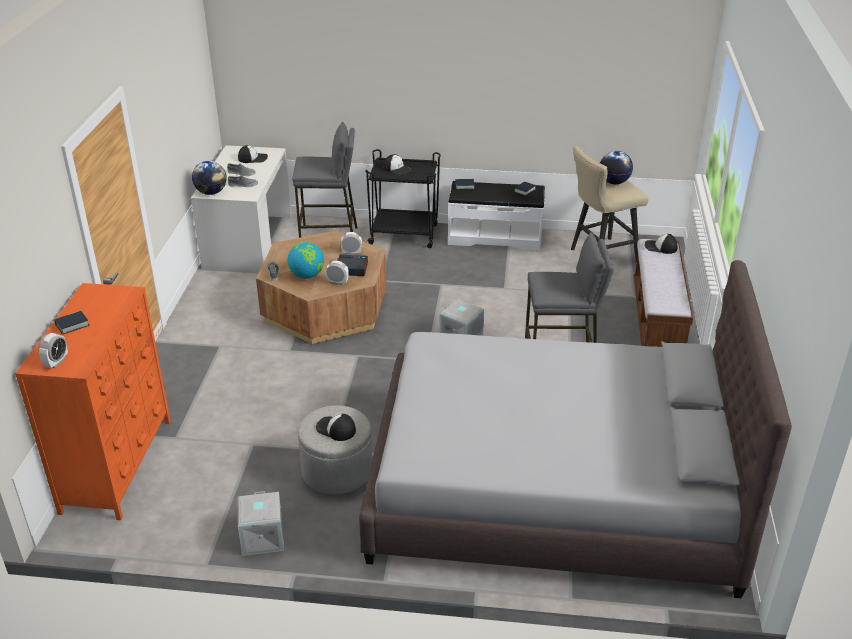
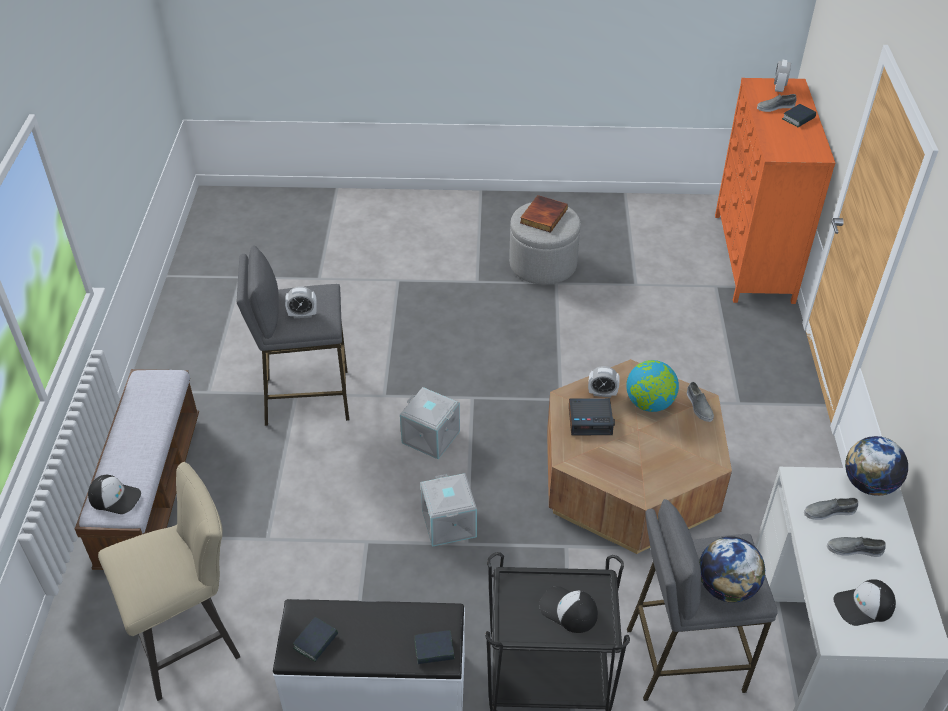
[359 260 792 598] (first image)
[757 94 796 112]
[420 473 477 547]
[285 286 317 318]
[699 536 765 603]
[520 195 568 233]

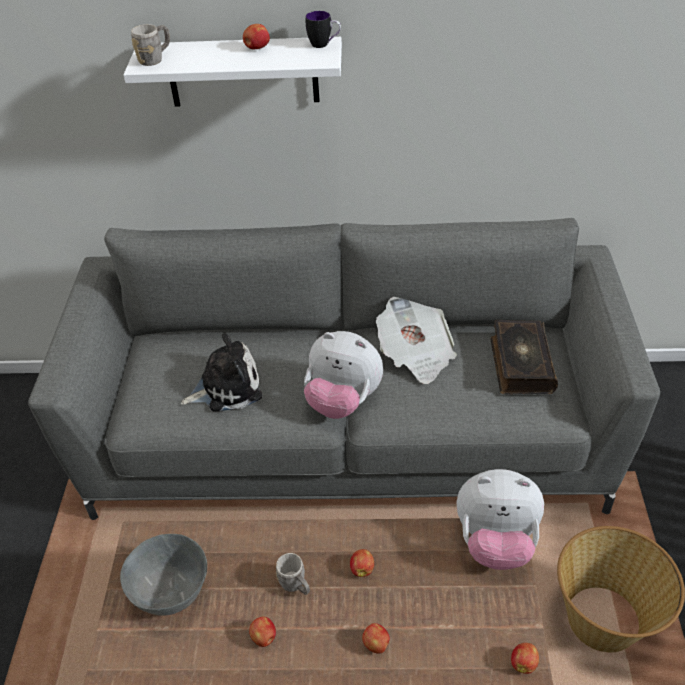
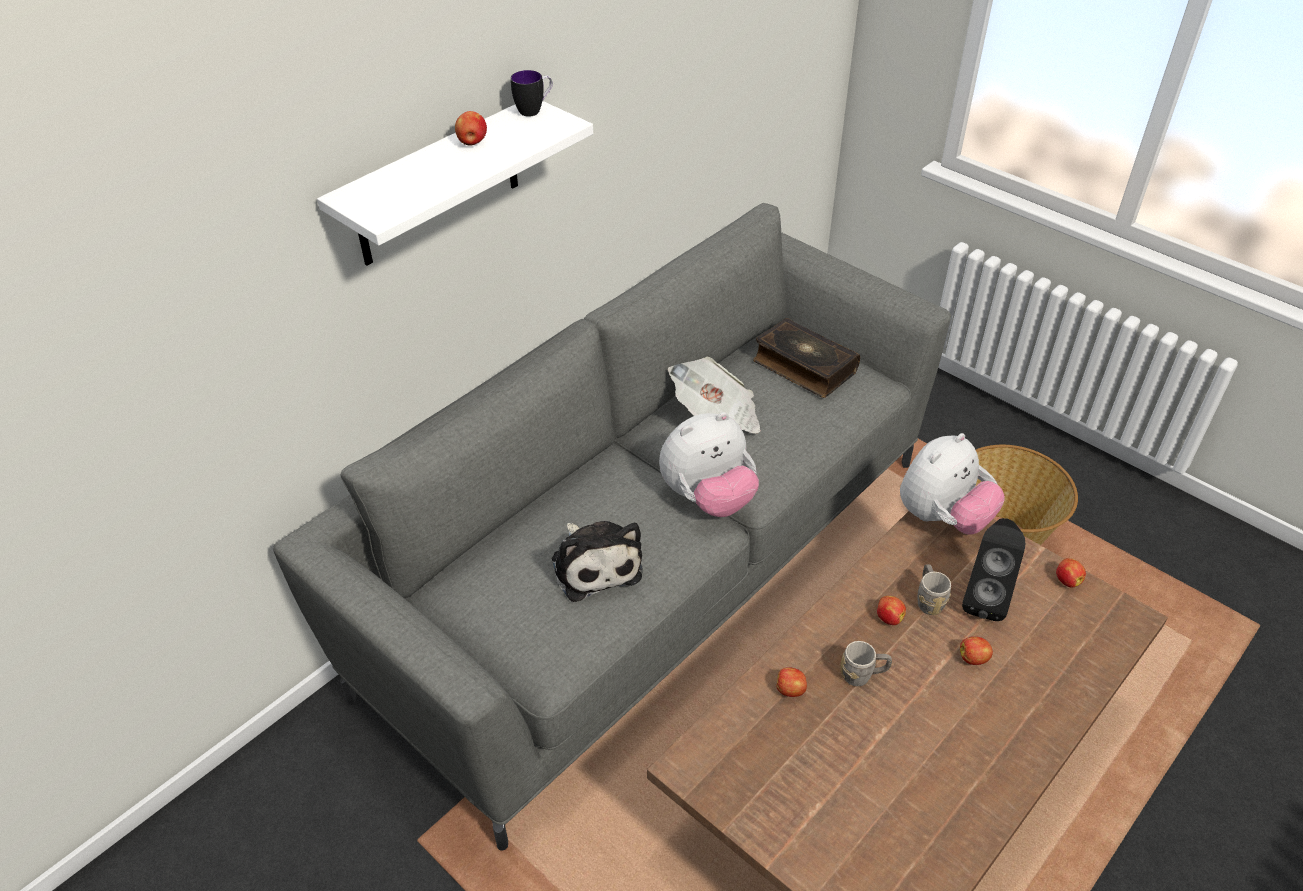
[120 534 207 616] (first image)
[962 518 1025 621]
[917 564 951 615]
[776 667 807 697]
[552 521 643 602]

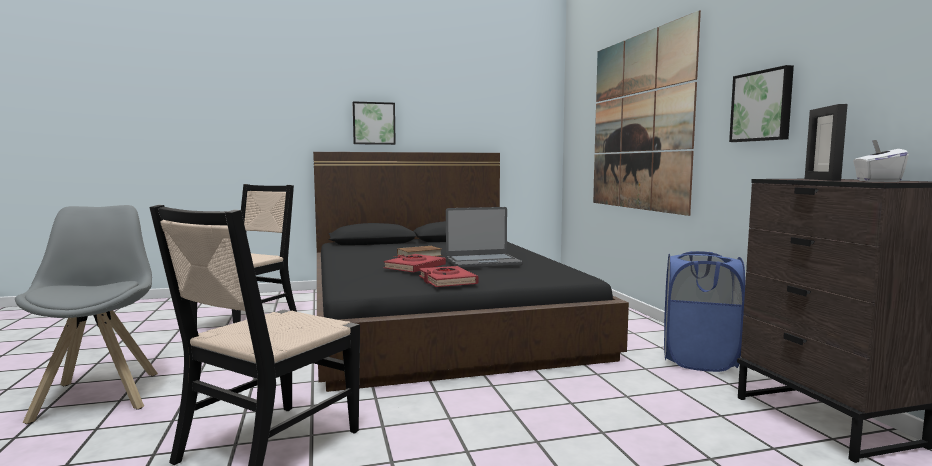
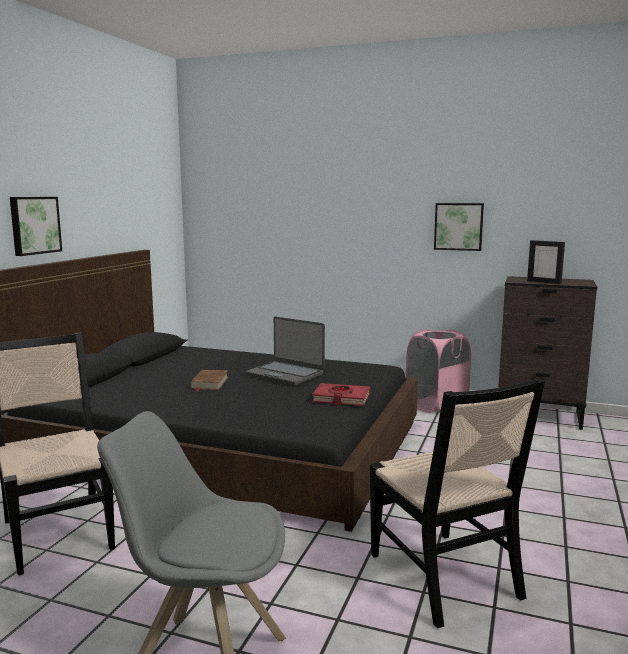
[384 254 446 272] (first image)
[593 10 701 216] (first image)
[853 140 909 182] (first image)
[406 329 471 413]
[245 317 325 385]

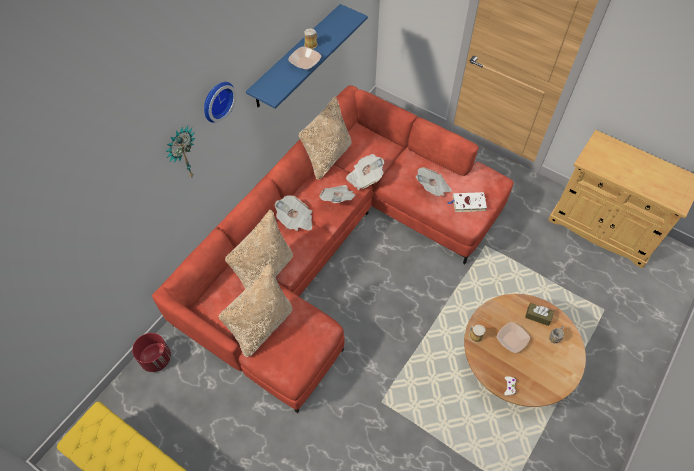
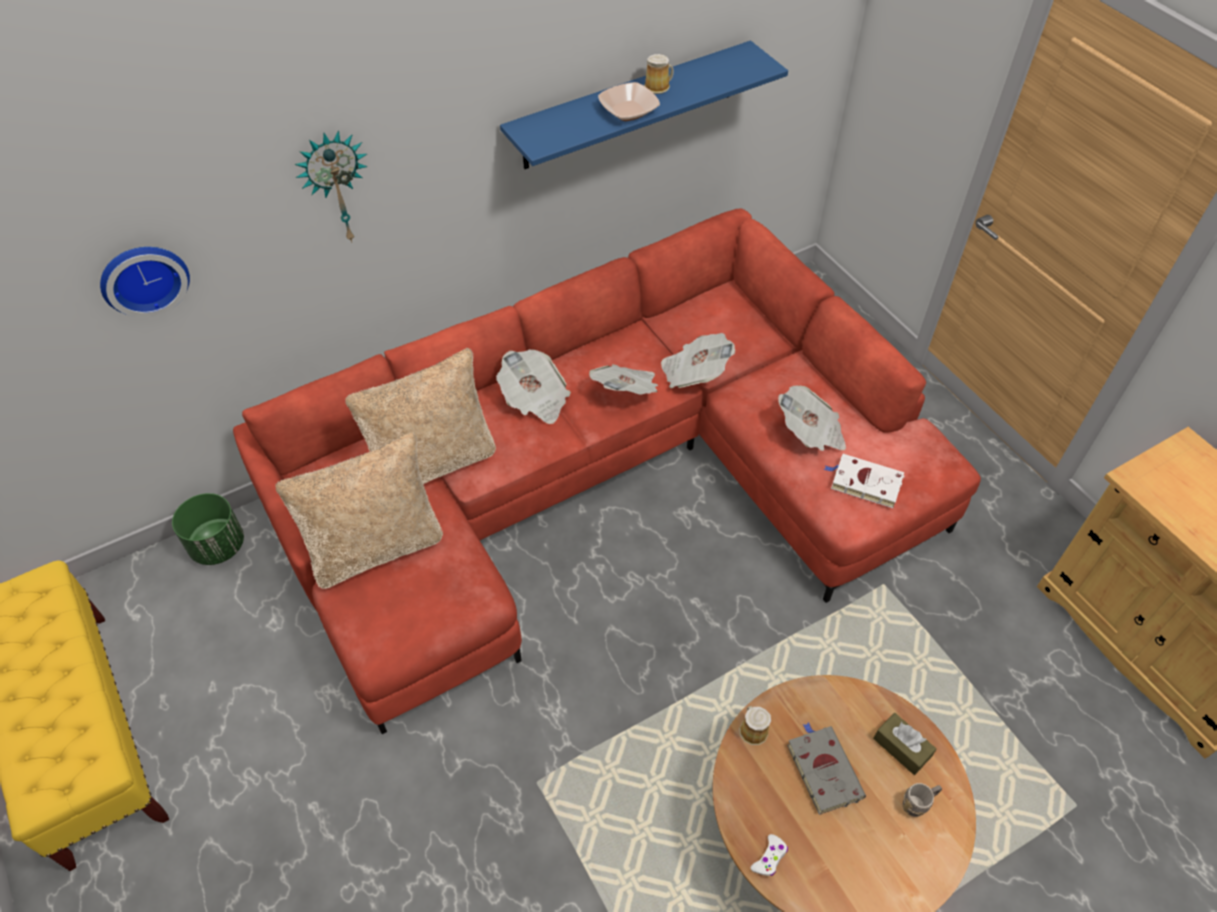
[298 96 352 180] (first image)
[100 247 190 318]
[787 722 866 815]
[172 493 244 565]

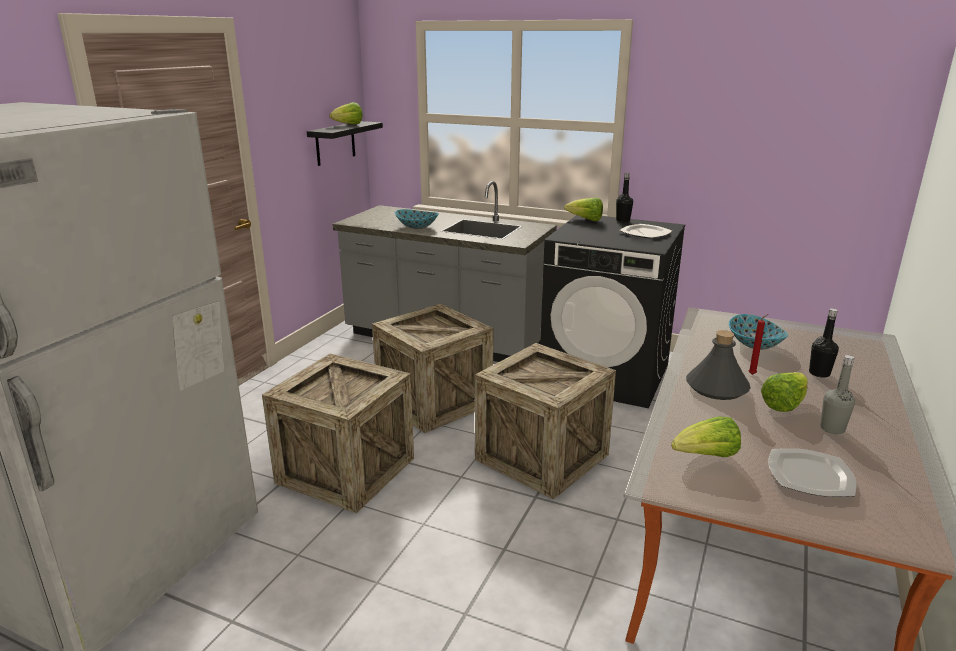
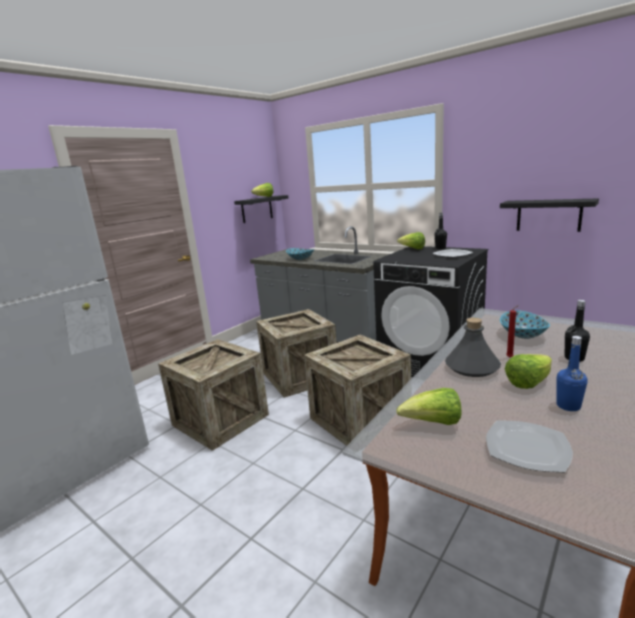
[500 198 599 232]
[556 336 588 411]

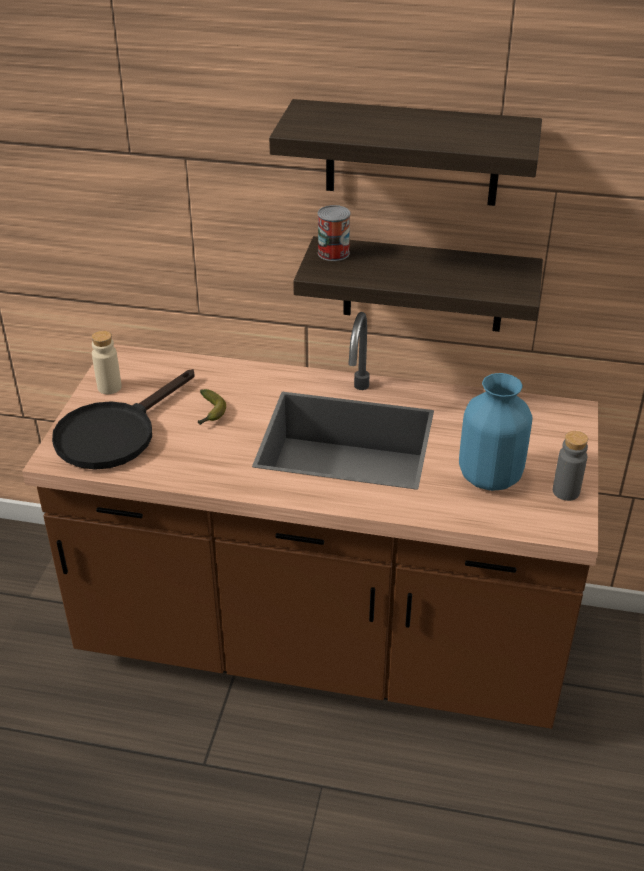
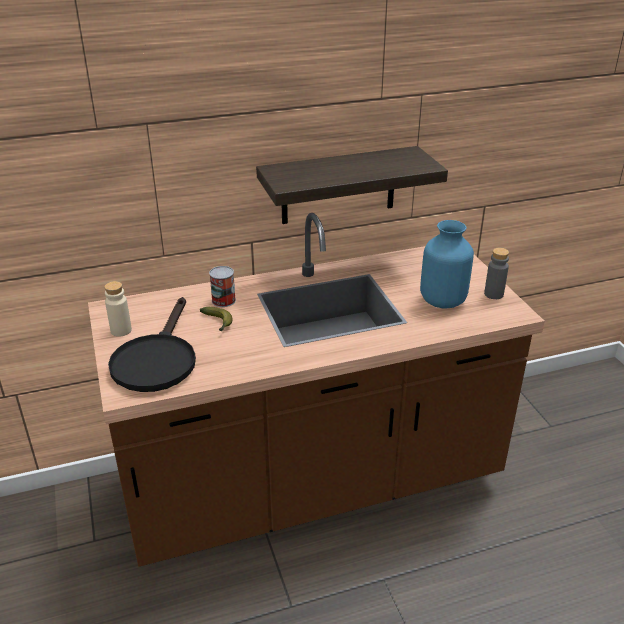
[269 99 542 206] (first image)
[209 266 236 307]

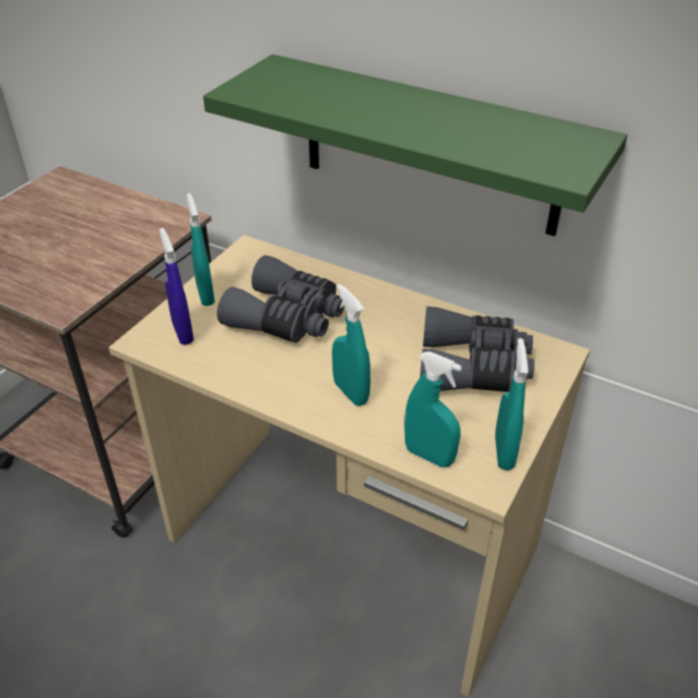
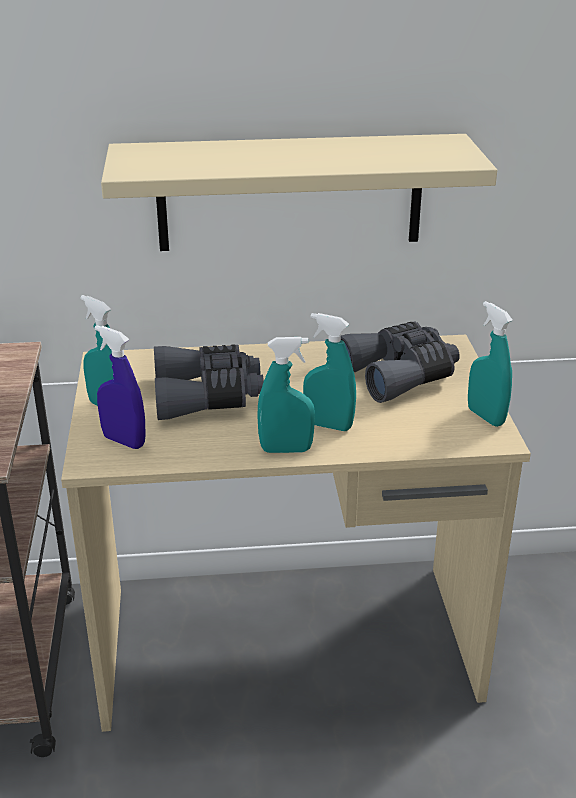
[257 337 315 453]
[101 134 497 251]

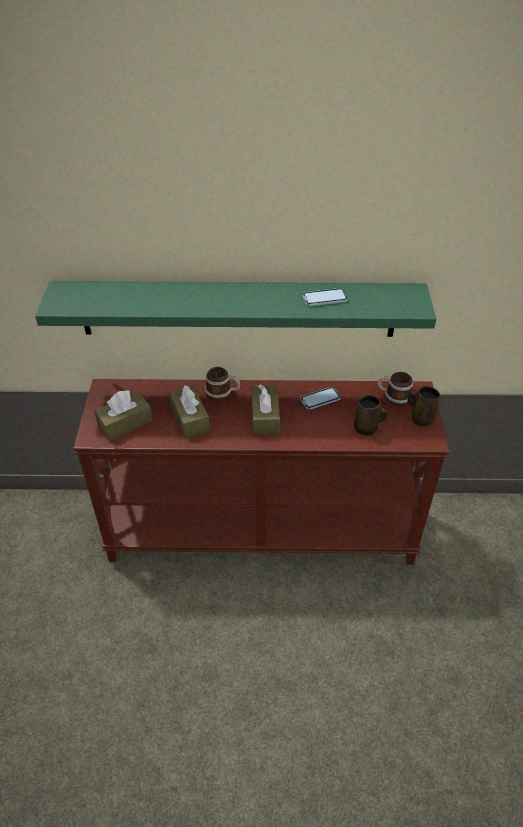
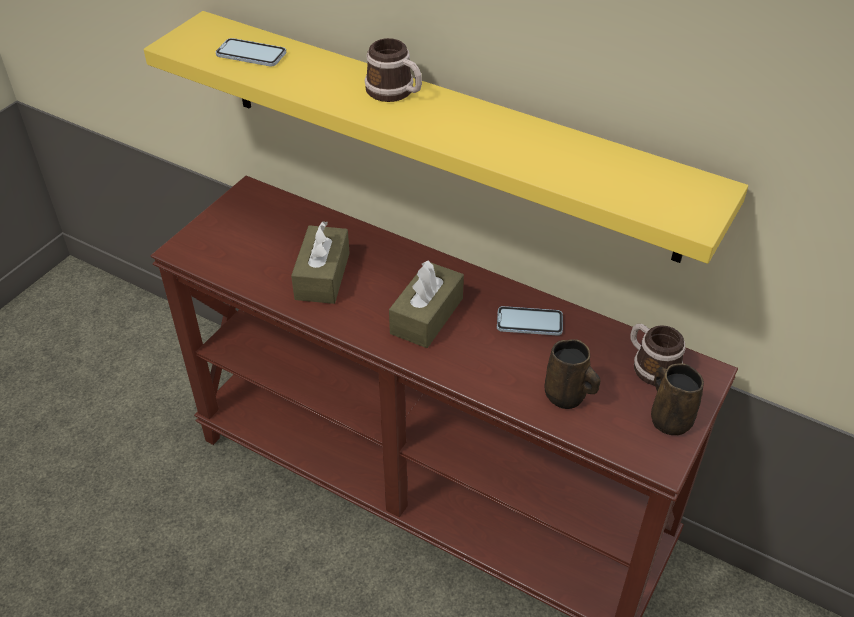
[94 391 153 441] (first image)
[365 38 422 102]
[216 38 286 66]
[144 11 748 264]

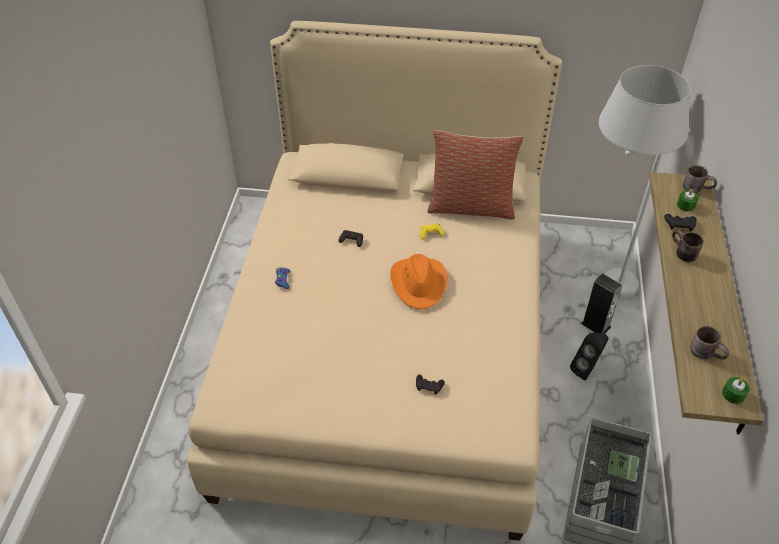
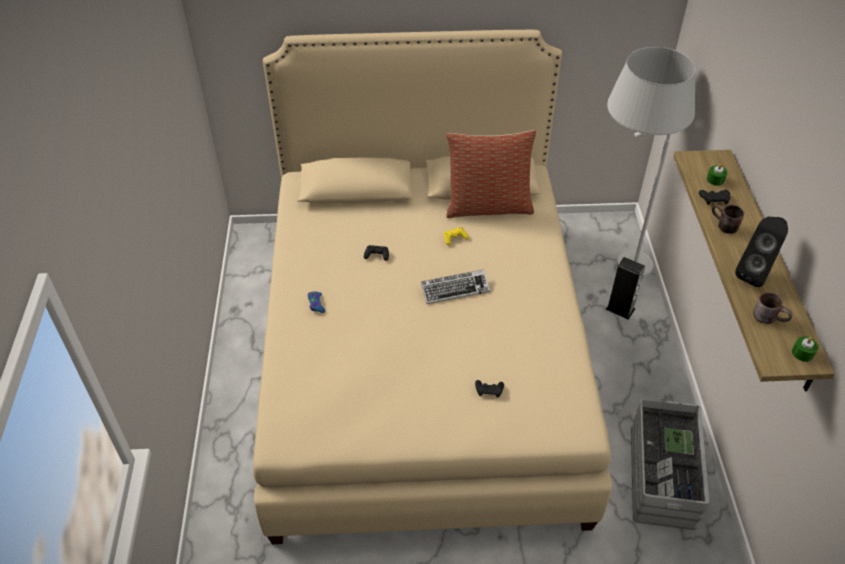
[683 165 717 193] (first image)
[735 217 788 287]
[421 269 490 304]

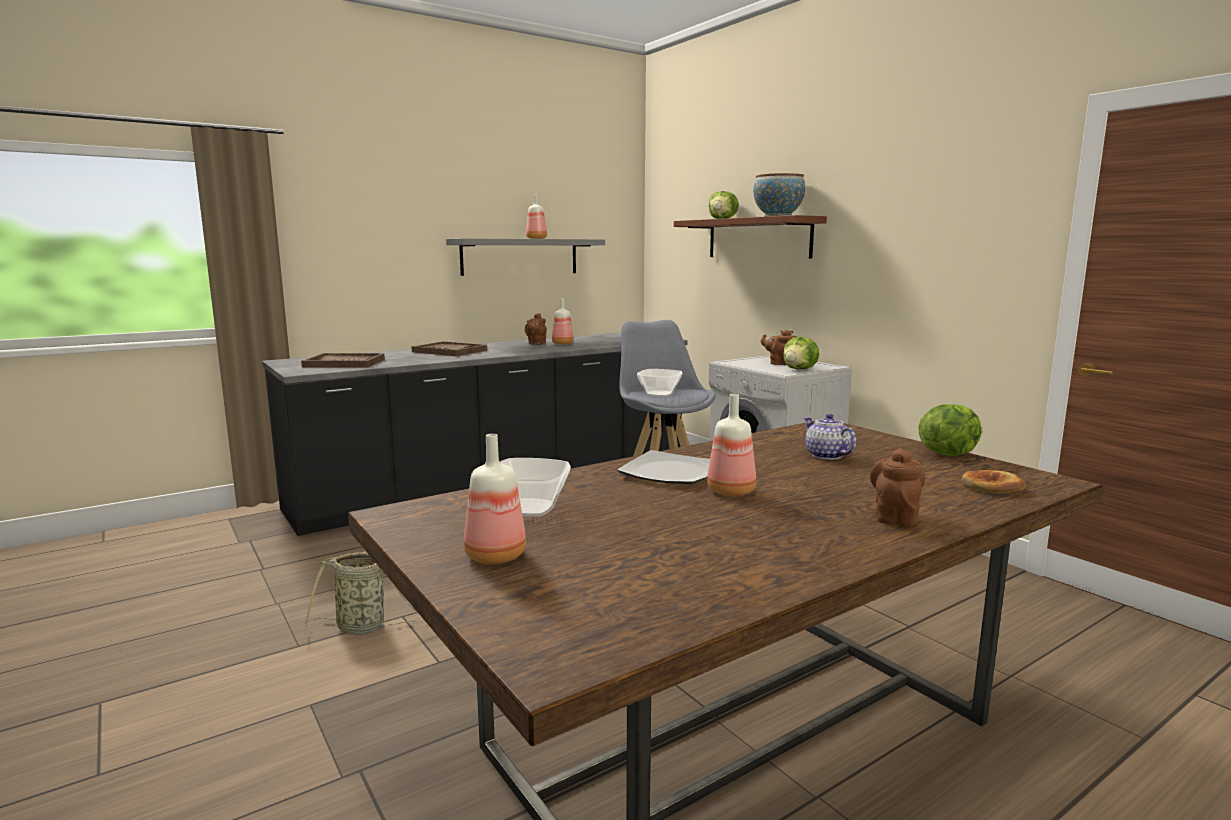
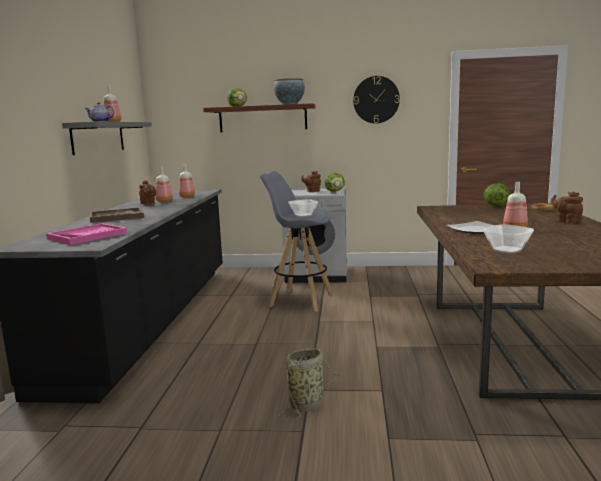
[353 76 400 123]
[179 164 195 197]
[85 102 114 122]
[46 223 127 245]

